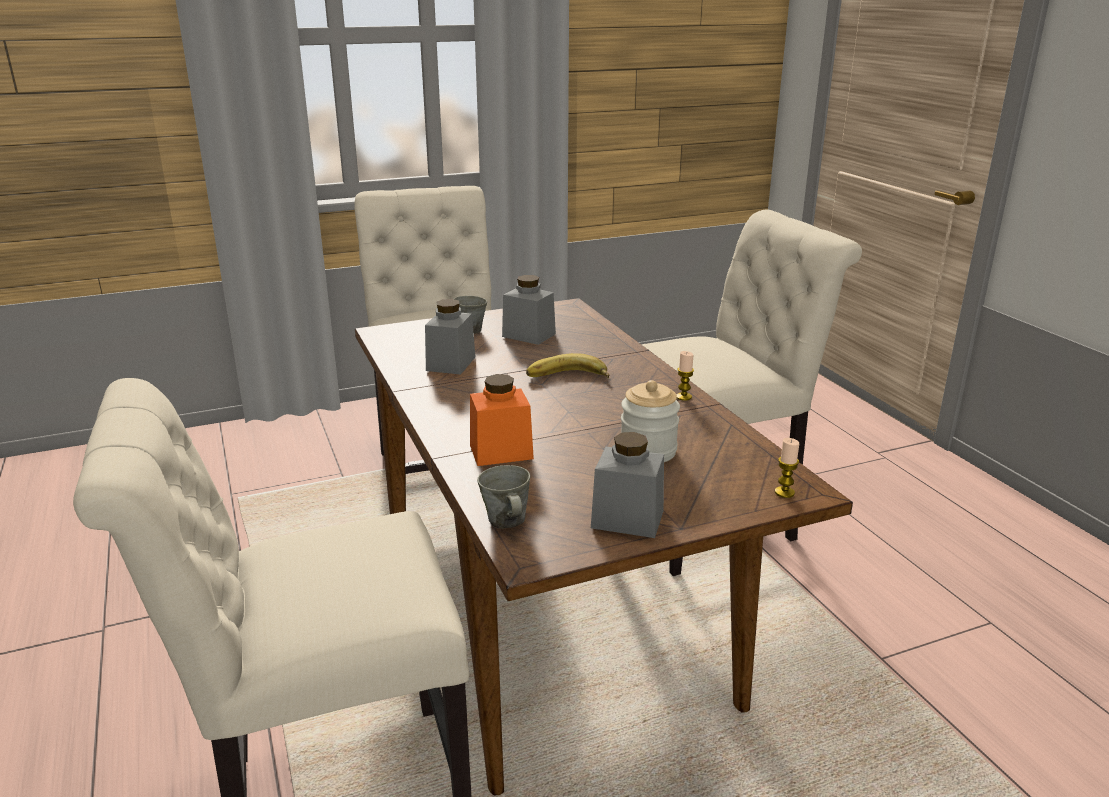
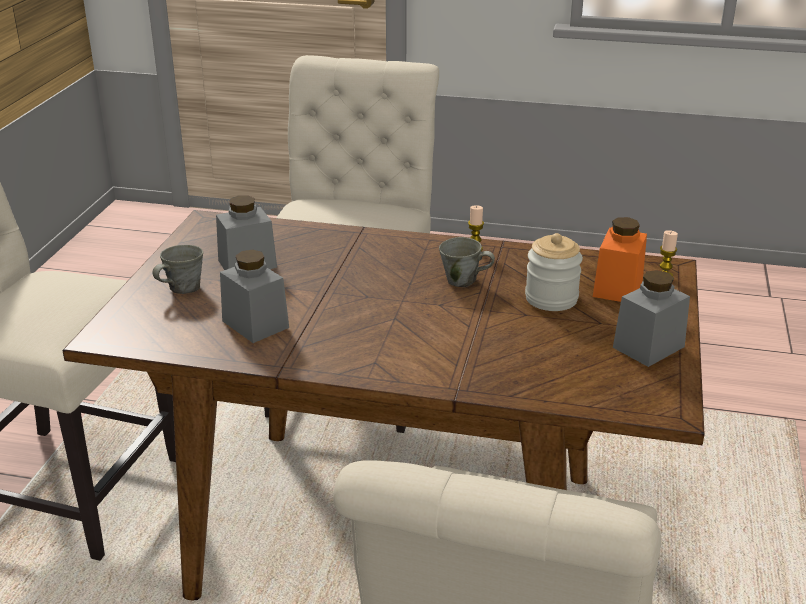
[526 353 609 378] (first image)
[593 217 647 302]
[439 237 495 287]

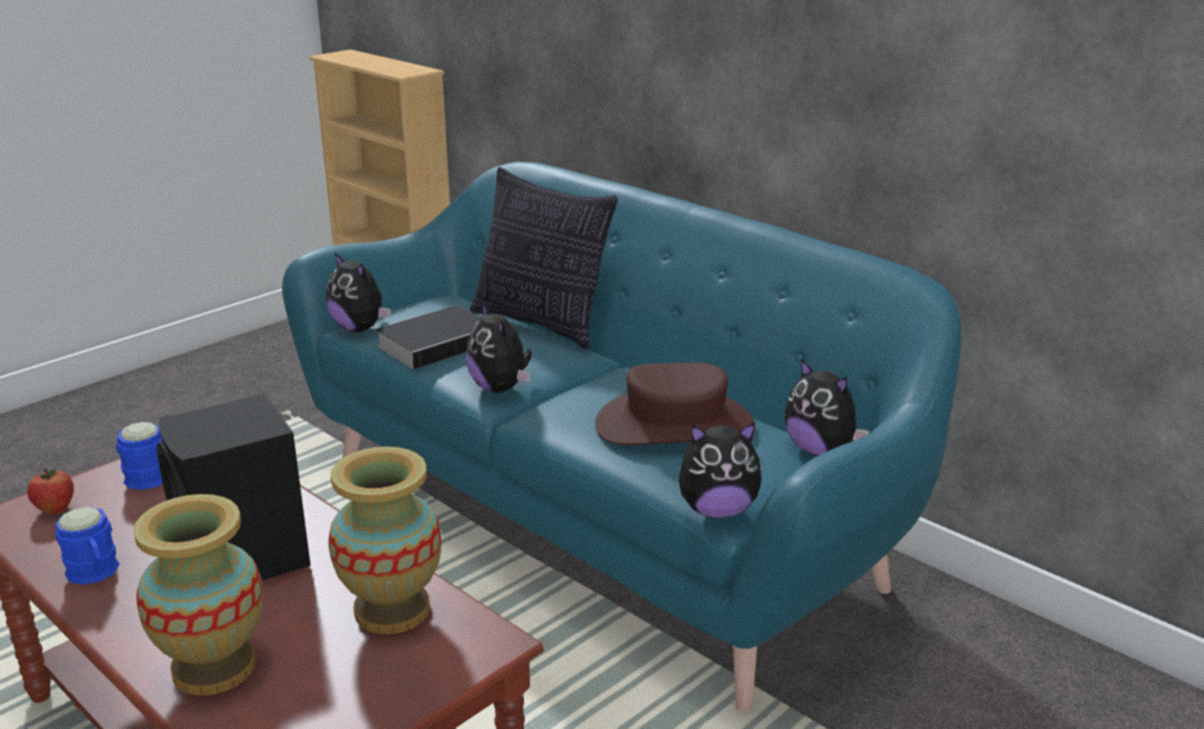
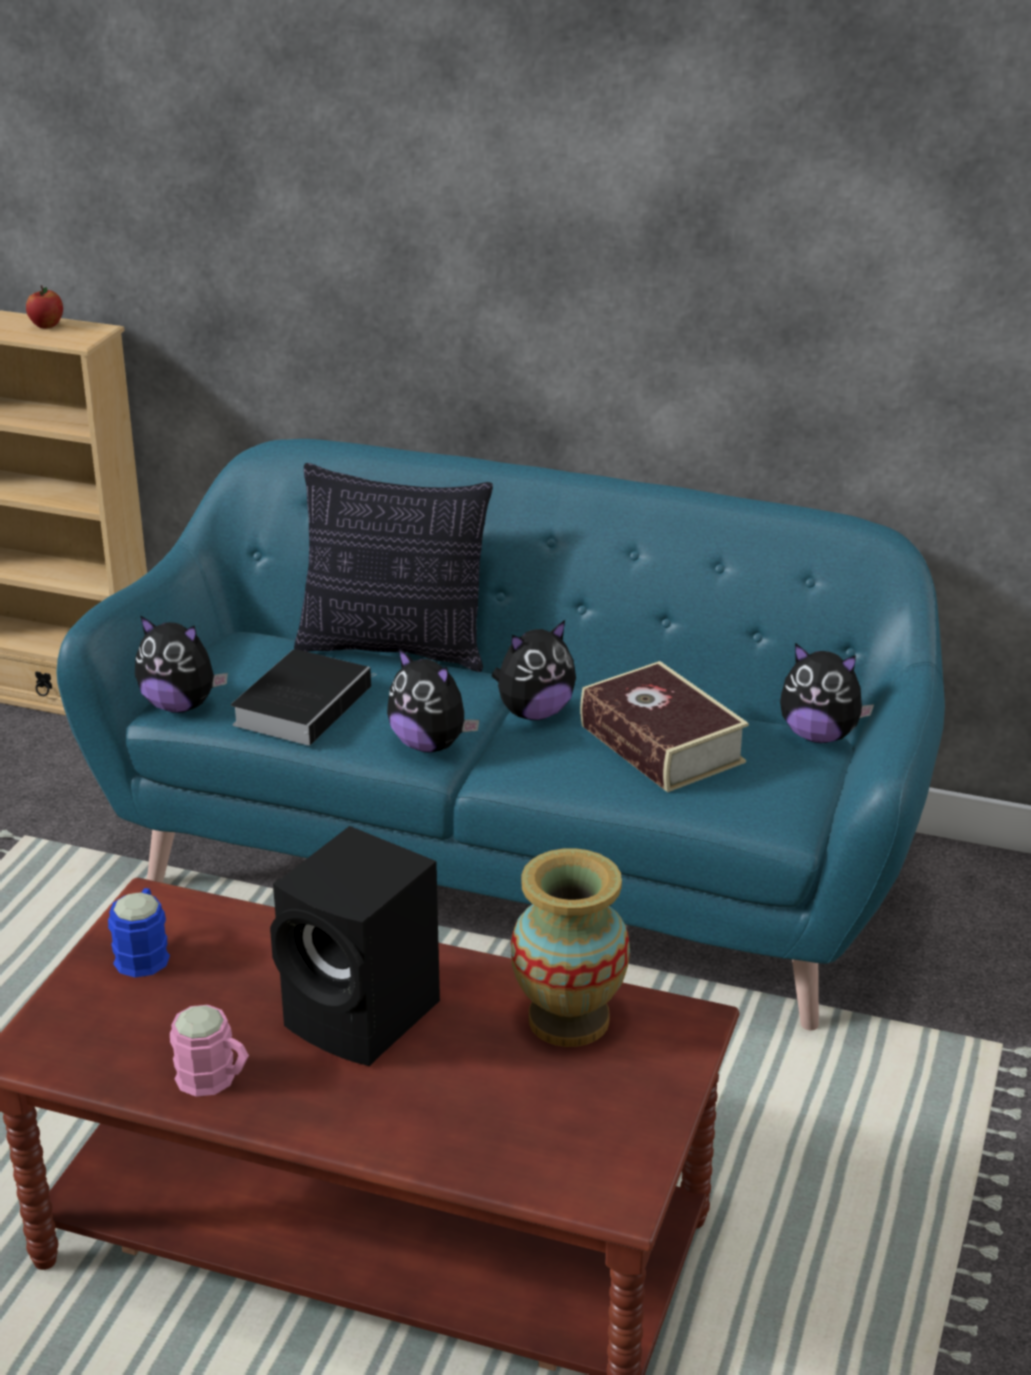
[133 494 263 695] (first image)
[26 285 63 328]
[492 620 576 720]
[580 661 749 792]
[170 1005 249 1097]

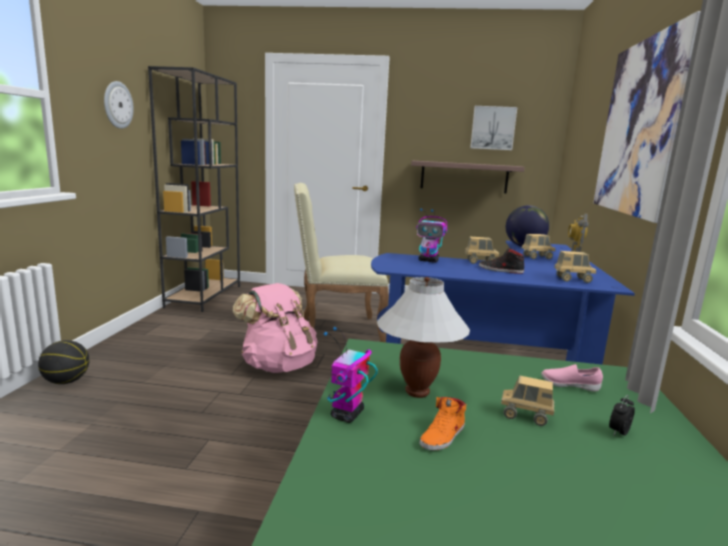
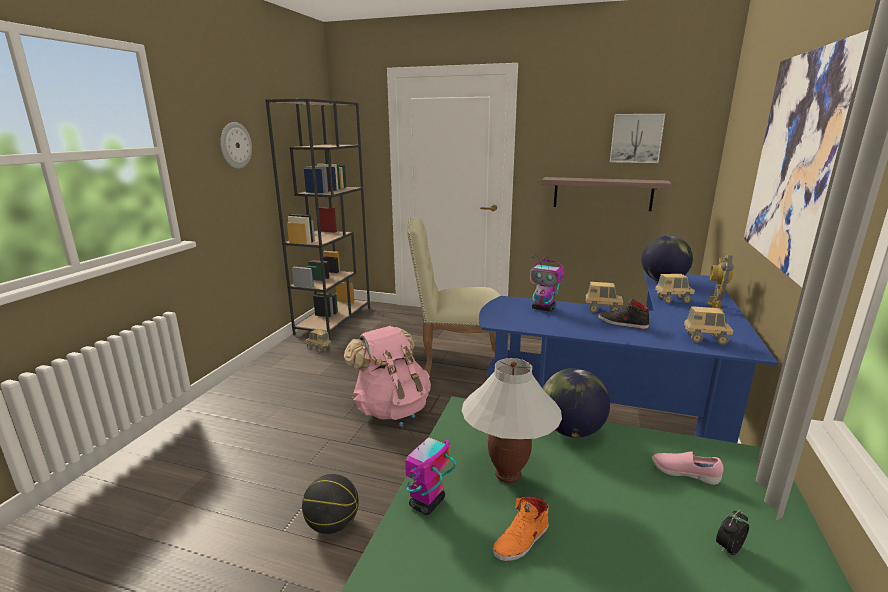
[543 368 610 438]
[302 474 359 534]
[306 329 331 352]

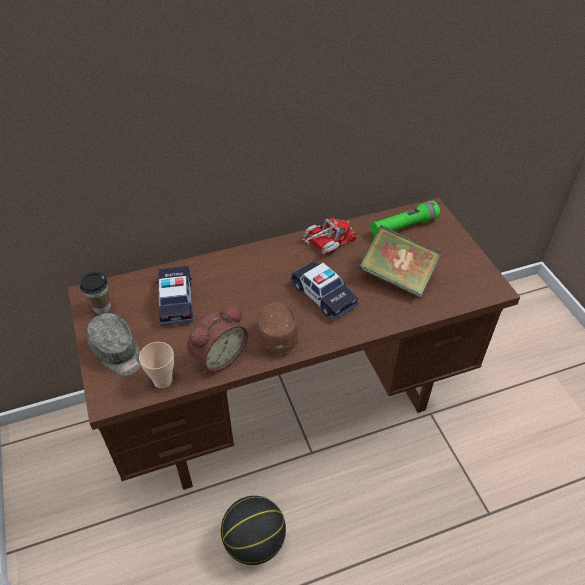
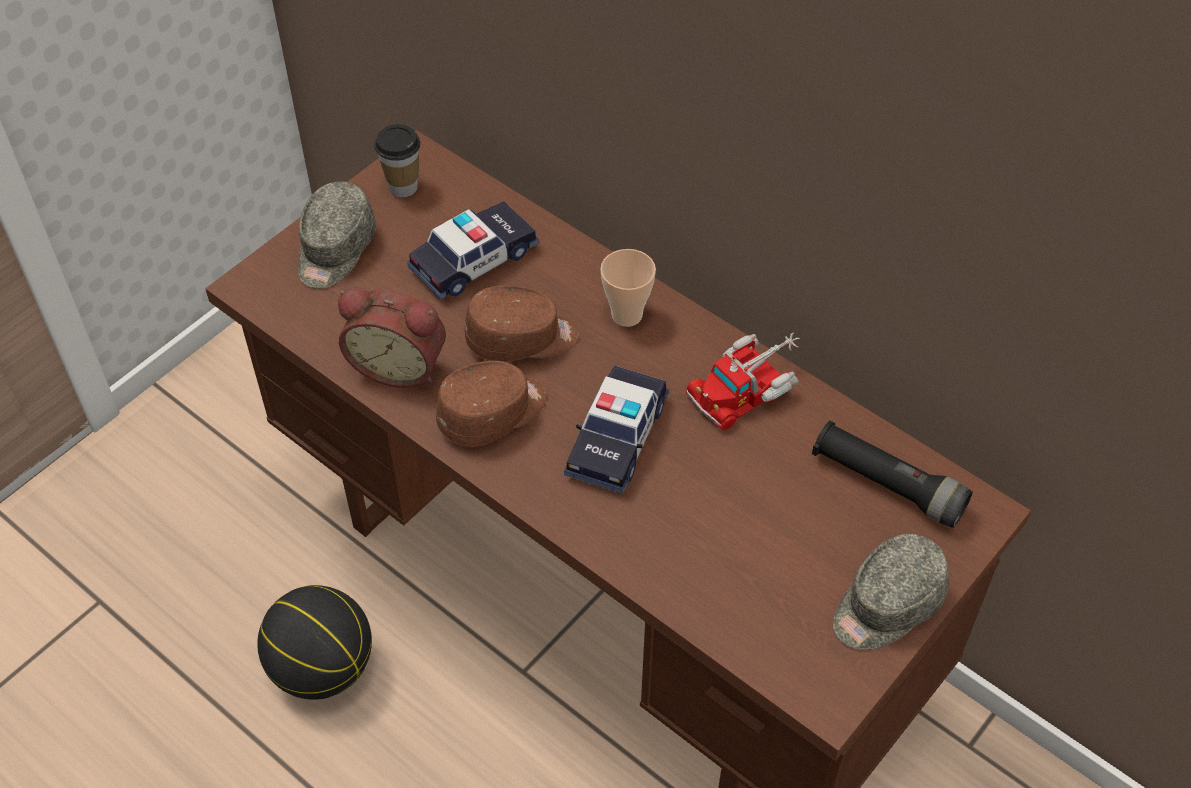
[360 225 442 297] (first image)
[465 285 579 362]
[833 534 949 650]
[600 249 656 327]
[812 421 973 528]
[686 333 800 430]

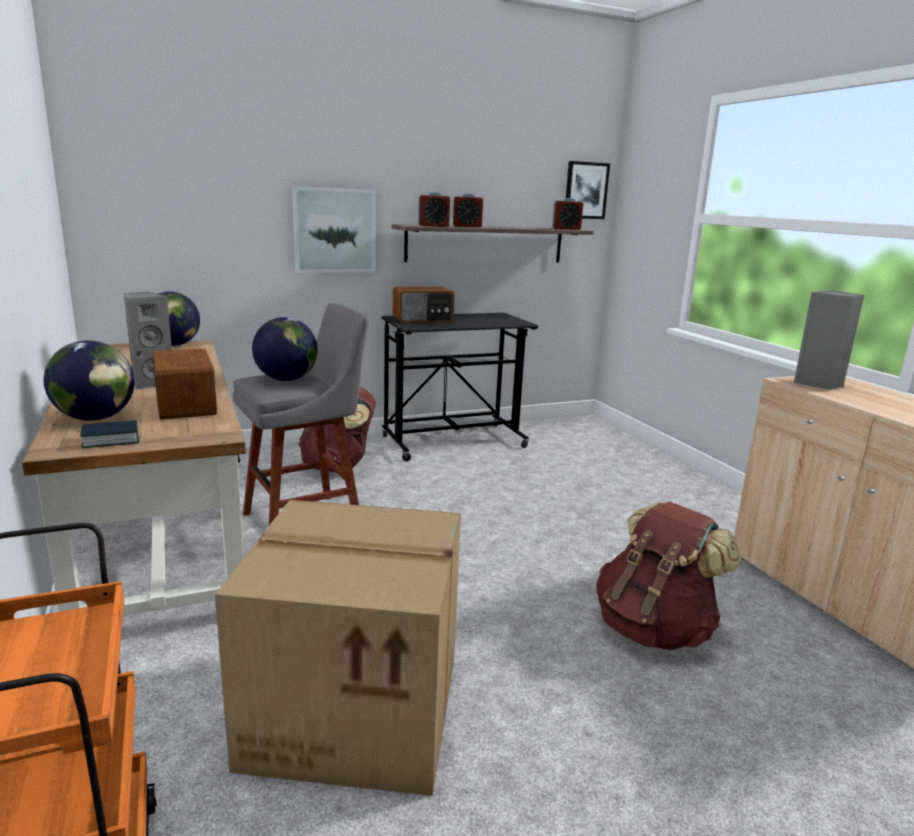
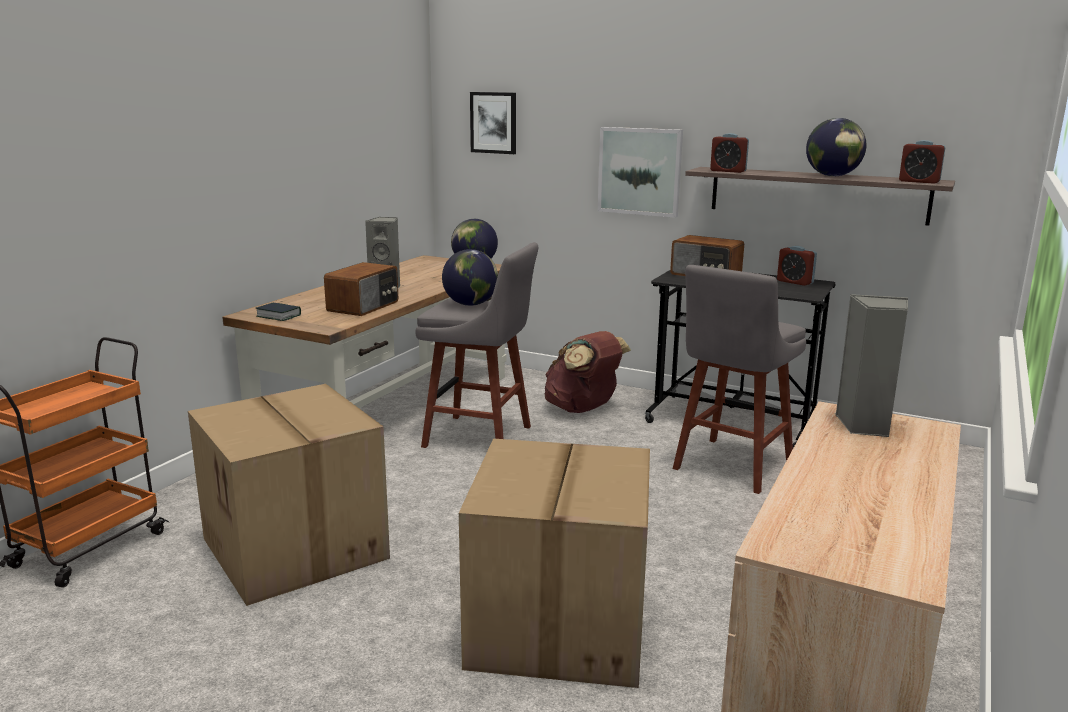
[673 265 806 494]
[806 118 866 176]
[777 246 817 286]
[470 92 516 154]
[459 439 650 688]

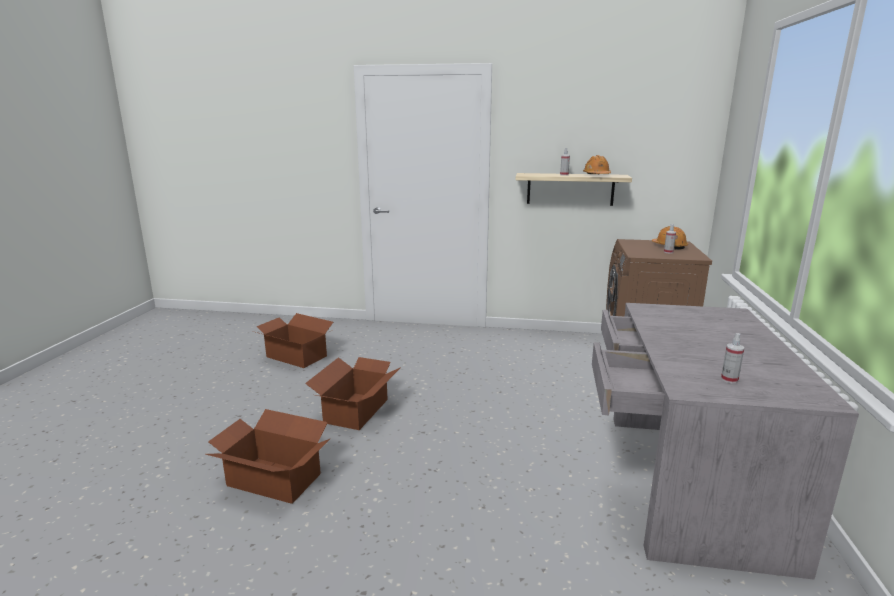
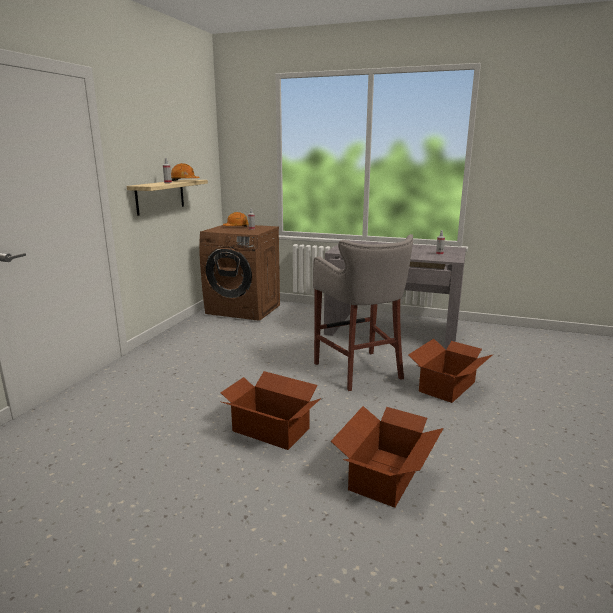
[313 234 413 391]
[408 339 492 403]

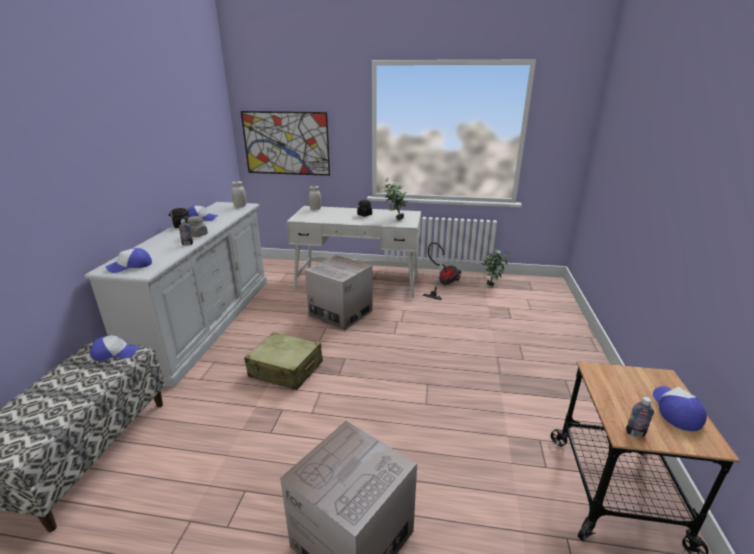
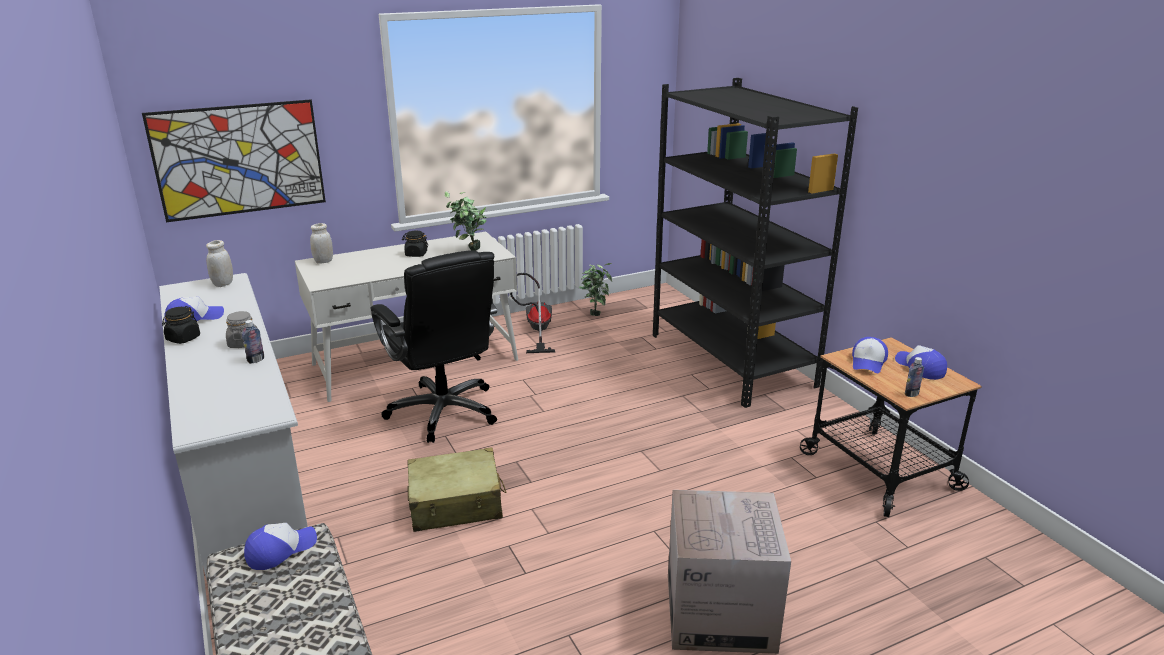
[653 78 858 408]
[852 337 888 373]
[370 250 497 443]

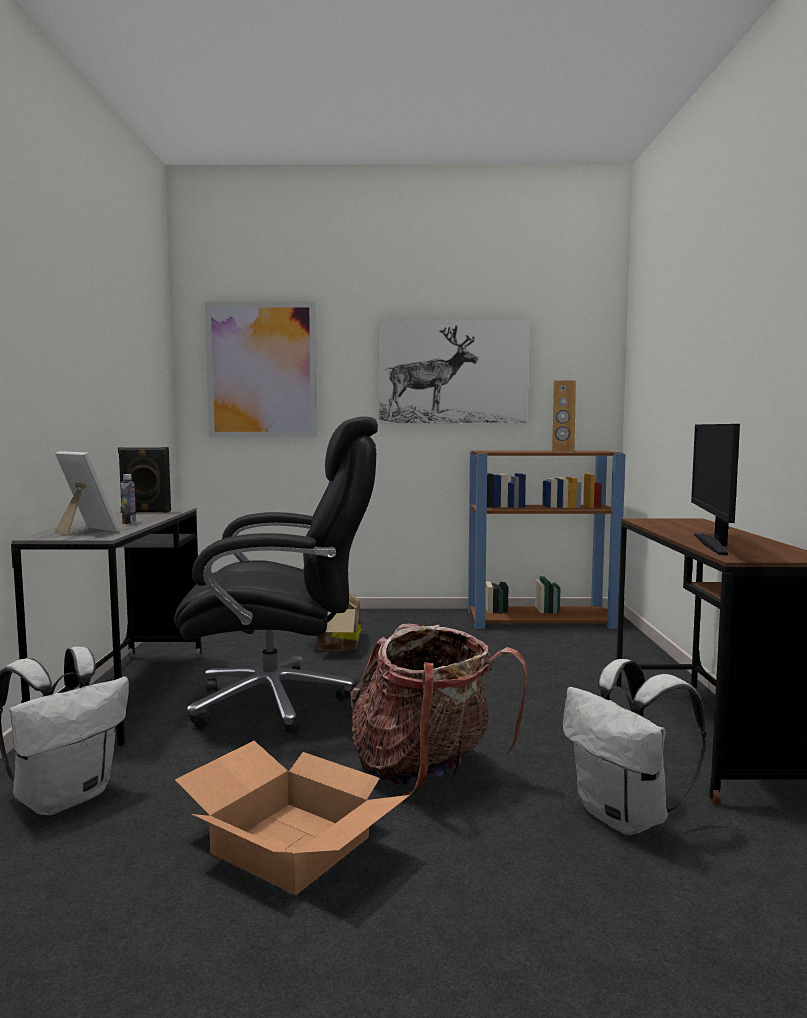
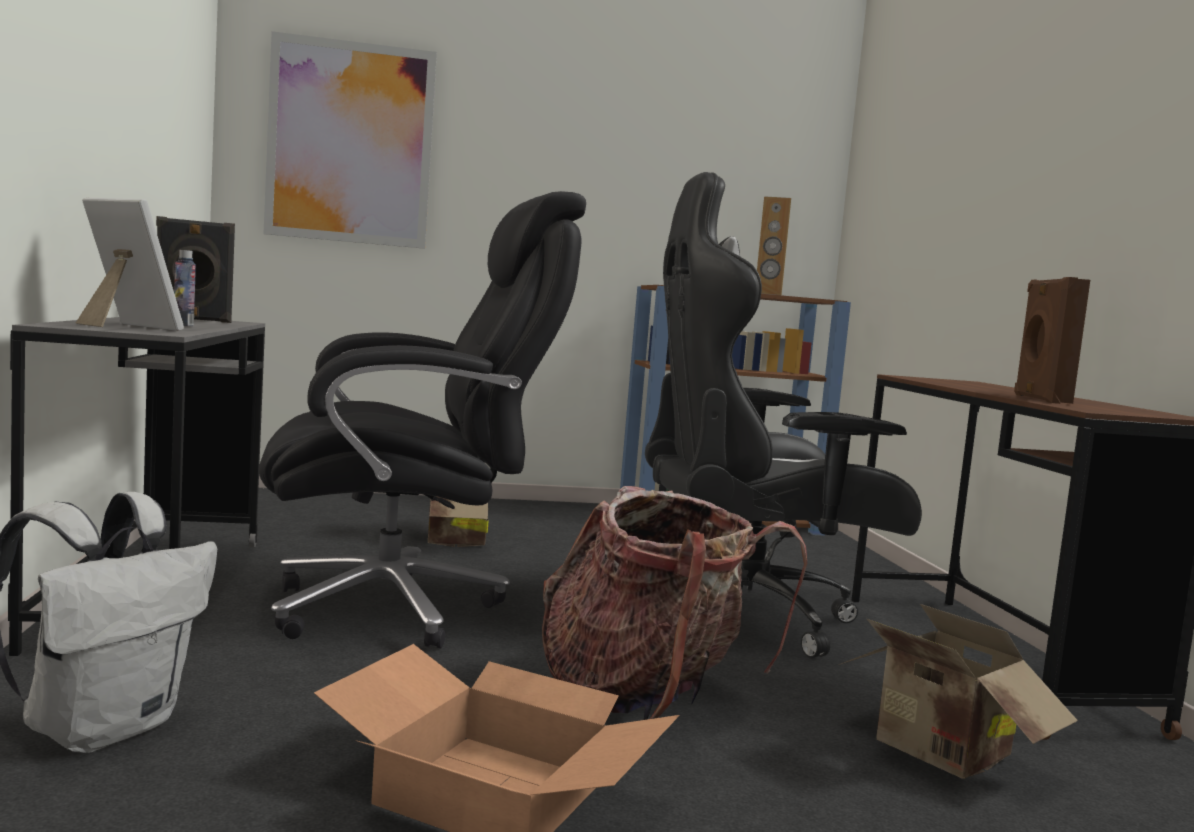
[379 320 530 423] (first image)
[645 172 922 658]
[838 604 1078 779]
[1014 277 1090 404]

